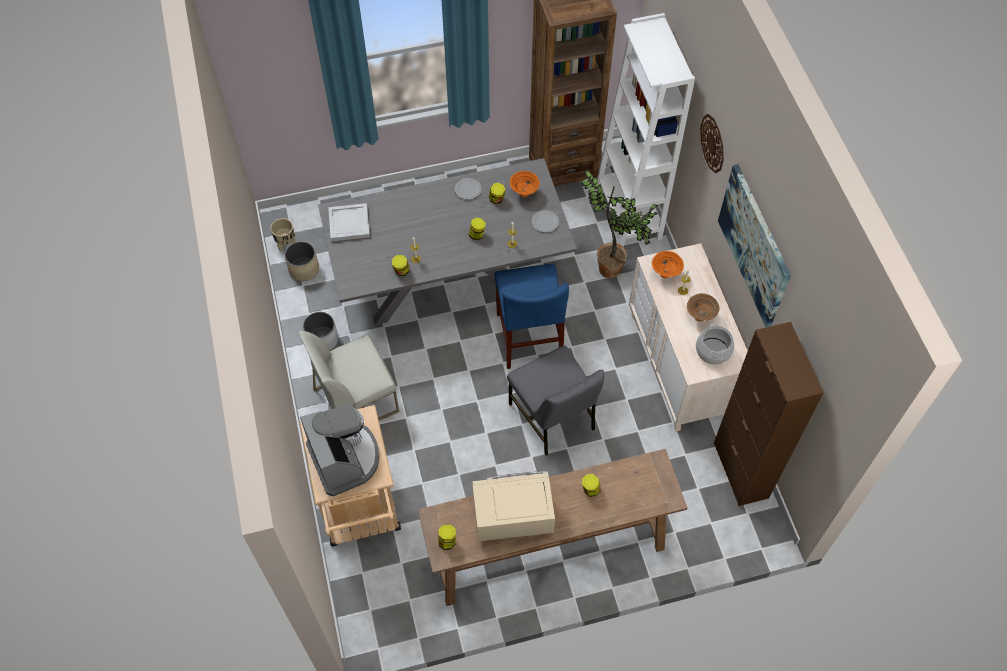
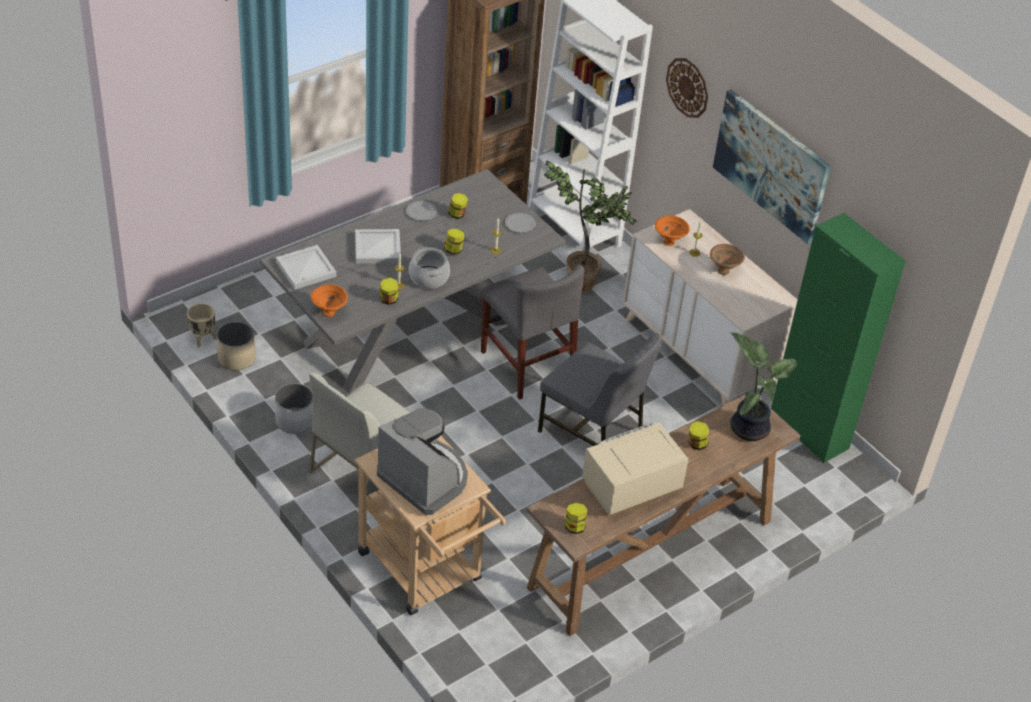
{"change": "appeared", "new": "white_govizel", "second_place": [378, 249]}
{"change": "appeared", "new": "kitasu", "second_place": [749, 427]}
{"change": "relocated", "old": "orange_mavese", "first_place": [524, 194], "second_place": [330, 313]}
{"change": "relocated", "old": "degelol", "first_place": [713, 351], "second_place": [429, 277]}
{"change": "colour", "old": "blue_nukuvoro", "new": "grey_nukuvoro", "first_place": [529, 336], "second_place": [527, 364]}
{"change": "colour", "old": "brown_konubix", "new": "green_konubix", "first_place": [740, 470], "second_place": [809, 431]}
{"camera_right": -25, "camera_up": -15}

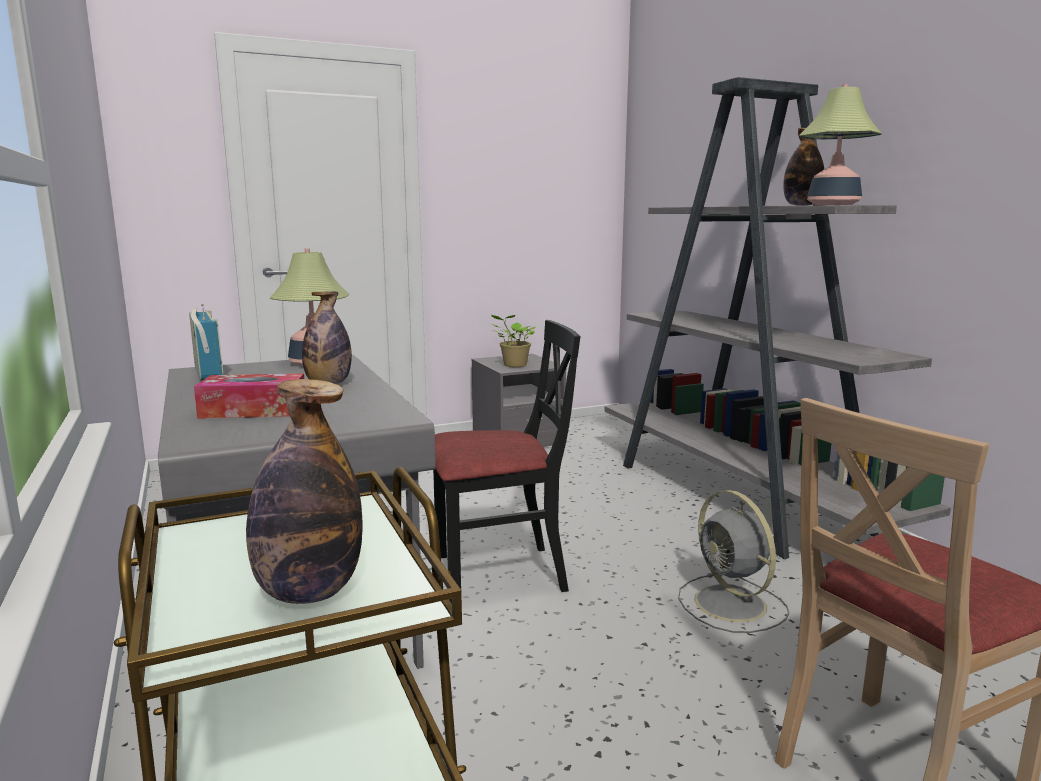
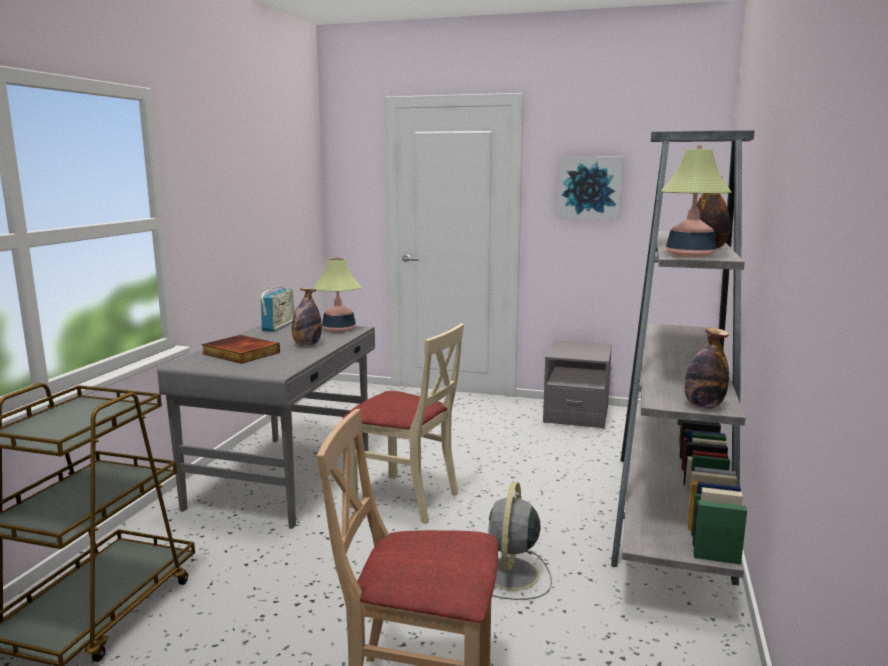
{"change": "missing", "old": "kitasu", "first_place": [513, 365]}
{"change": "appeared", "new": "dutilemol", "second_place": [590, 188]}
{"change": "relocated", "old": "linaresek", "first_place": [308, 592], "second_place": [703, 406]}
{"change": "exchanged", "old": "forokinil", "new": "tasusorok", "first_place": [253, 410], "second_place": [239, 353]}
{"change": "colour", "old": "black_nukuvoro", "new": "beige_nukuvoro", "first_place": [499, 574], "second_place": [405, 499]}
{"camera_right": 40, "camera_up": 0}

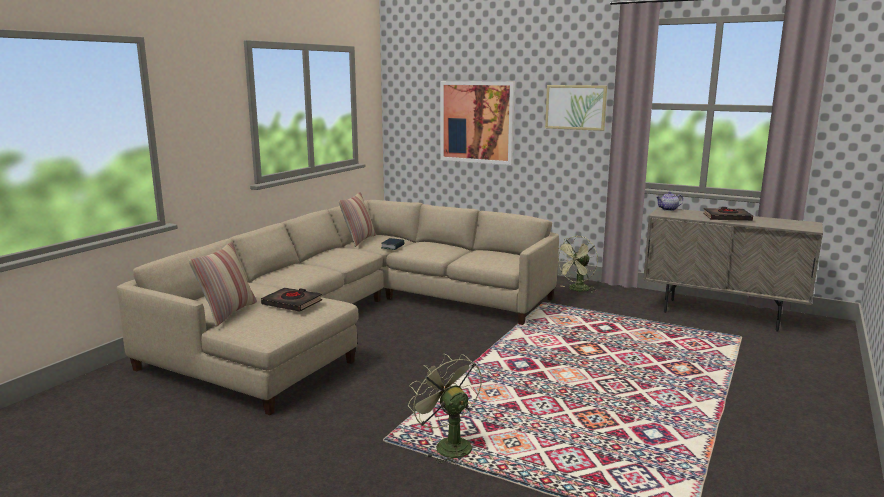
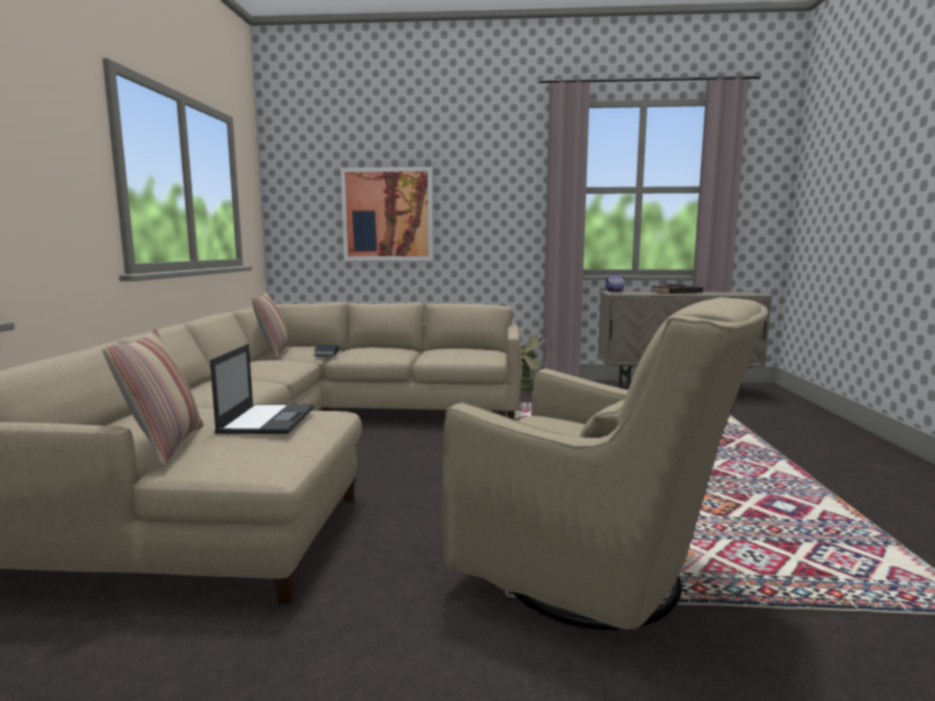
{"change": "missing", "old": "dutilemol", "first_place": [575, 107]}
{"change": "exchanged", "old": "black_tasusorok", "new": "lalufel", "first_place": [292, 303], "second_place": [267, 419]}
{"change": "exchanged", "old": "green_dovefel", "new": "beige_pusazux", "first_place": [447, 445], "second_place": [598, 578]}
{"camera_right": -25, "camera_up": -5}

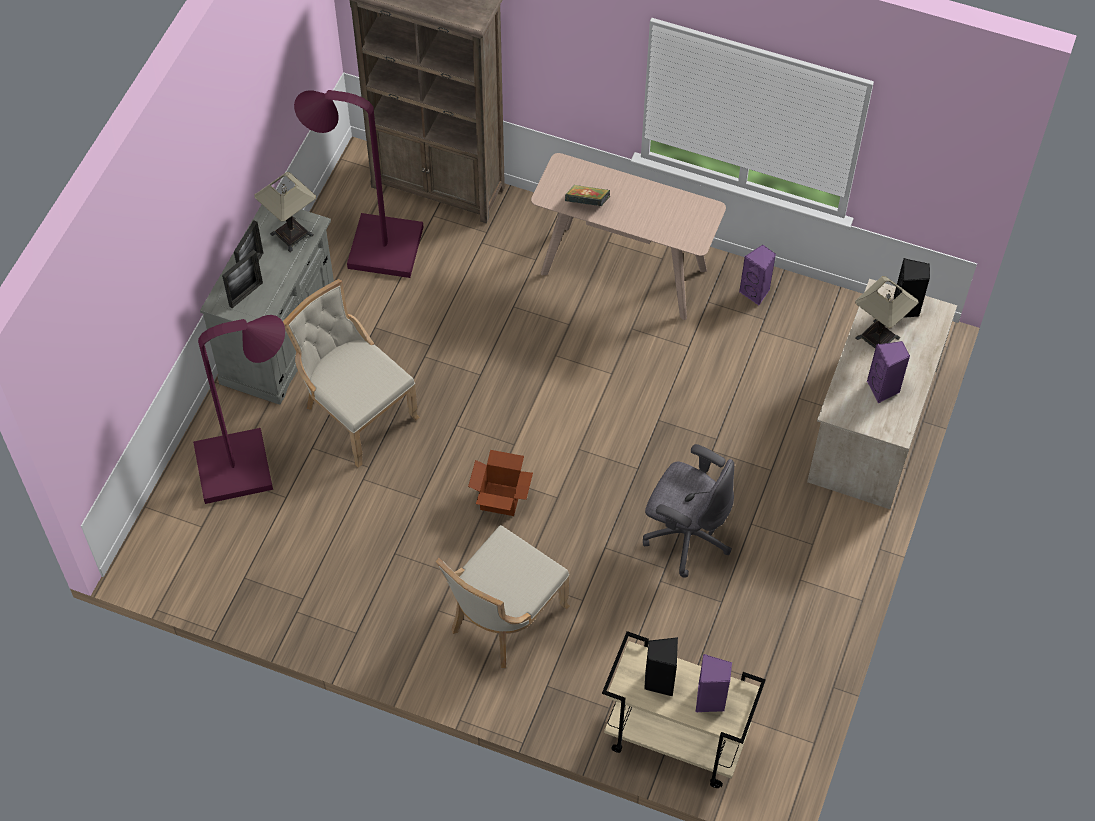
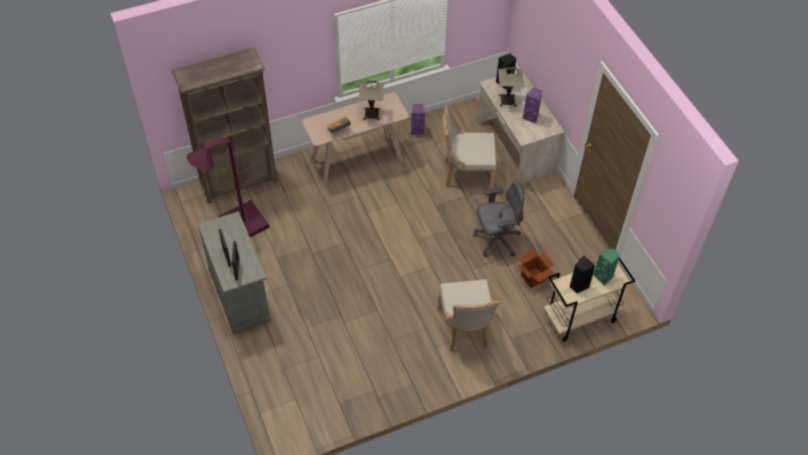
{"change": "missing", "old": "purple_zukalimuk", "first_place": [247, 465]}
{"change": "relocated", "old": "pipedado", "first_place": [291, 234], "second_place": [371, 114]}
{"change": "relocated", "old": "beige_nukuvoro", "first_place": [356, 412], "second_place": [466, 174]}
{"change": "relocated", "old": "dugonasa", "first_place": [500, 499], "second_place": [533, 277]}
{"change": "colour", "old": "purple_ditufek", "new": "green_ditufek", "first_place": [710, 700], "second_place": [604, 277]}
{"camera_right": -45, "camera_up": -5}

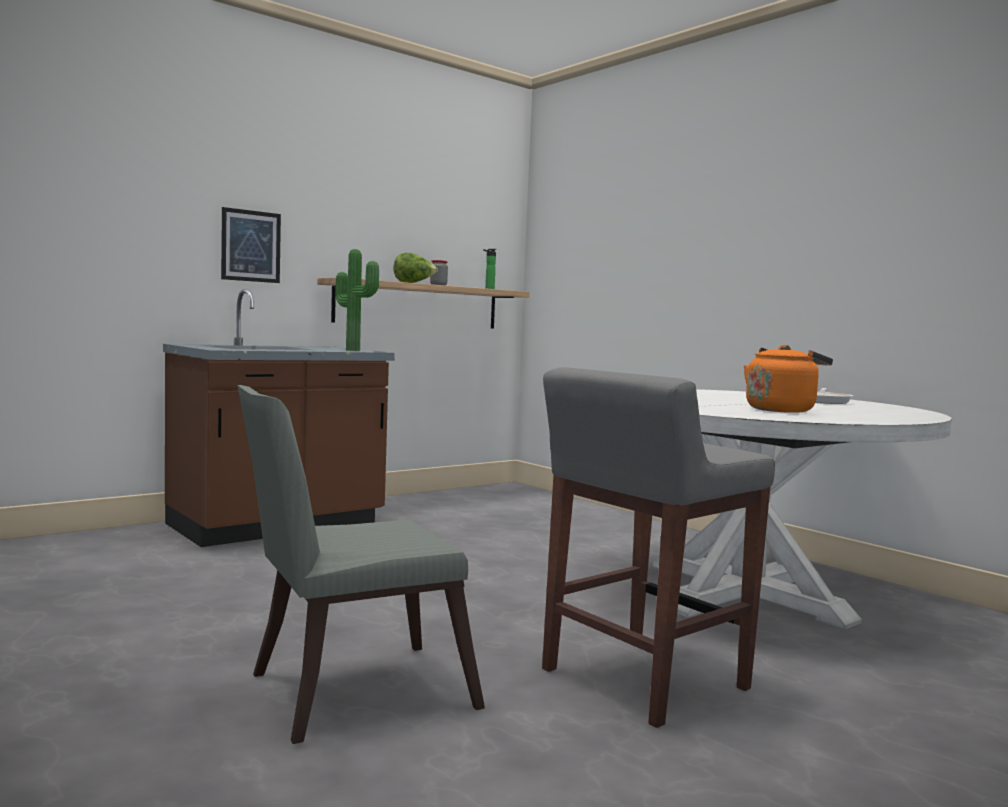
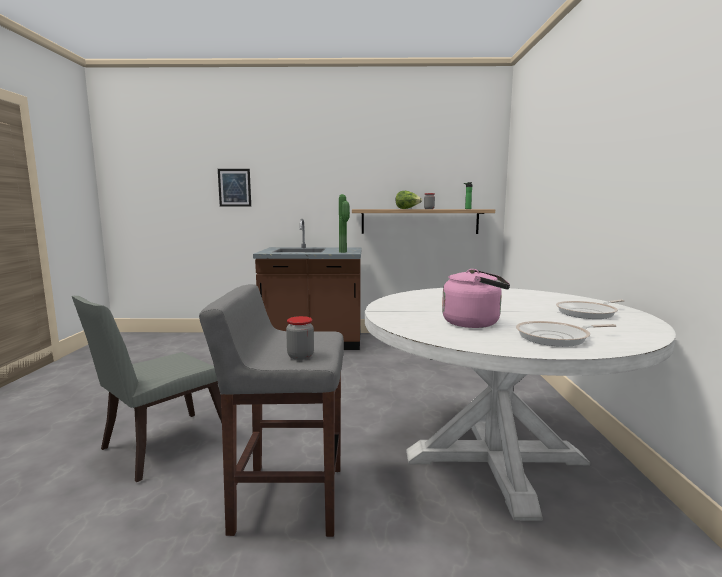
{"change": "appeared", "new": "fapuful", "second_place": [300, 356]}
{"change": "appeared", "new": "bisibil", "second_place": [556, 338]}
{"change": "relocated", "old": "dutilemol", "first_place": [251, 246], "second_place": [234, 187]}
{"change": "colour", "old": "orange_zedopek", "new": "pink_zedopek", "first_place": [782, 410], "second_place": [474, 323]}
{"change": "spun", "old": "grey_nukuvoro", "first_place": [347, 692], "second_place": [159, 447], "degrees": -60}
{"camera_right": 40, "camera_up": 5}

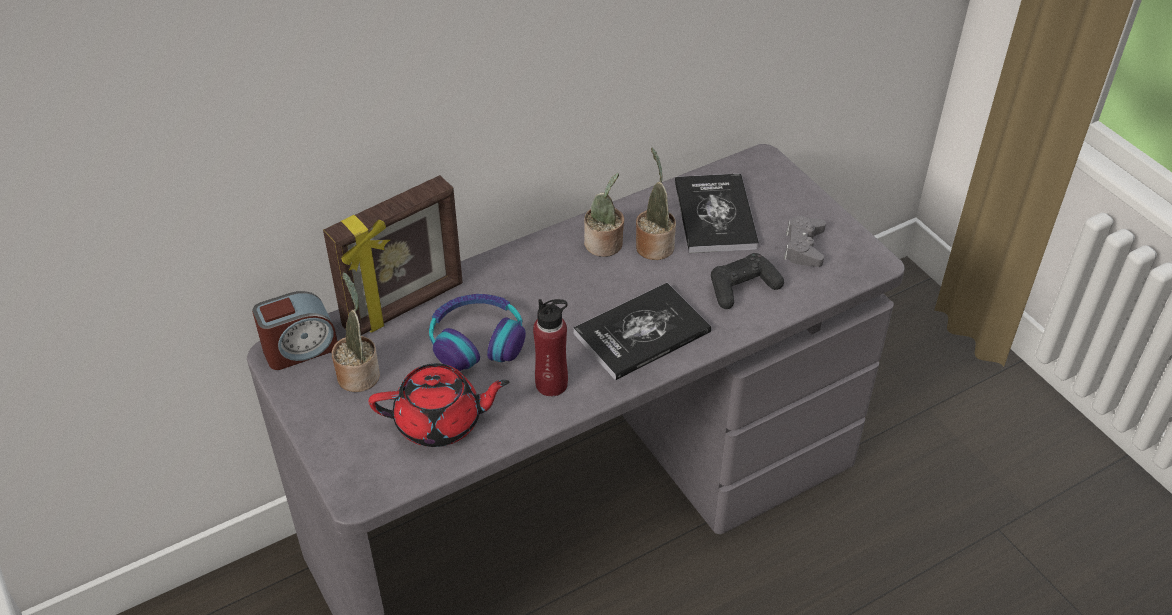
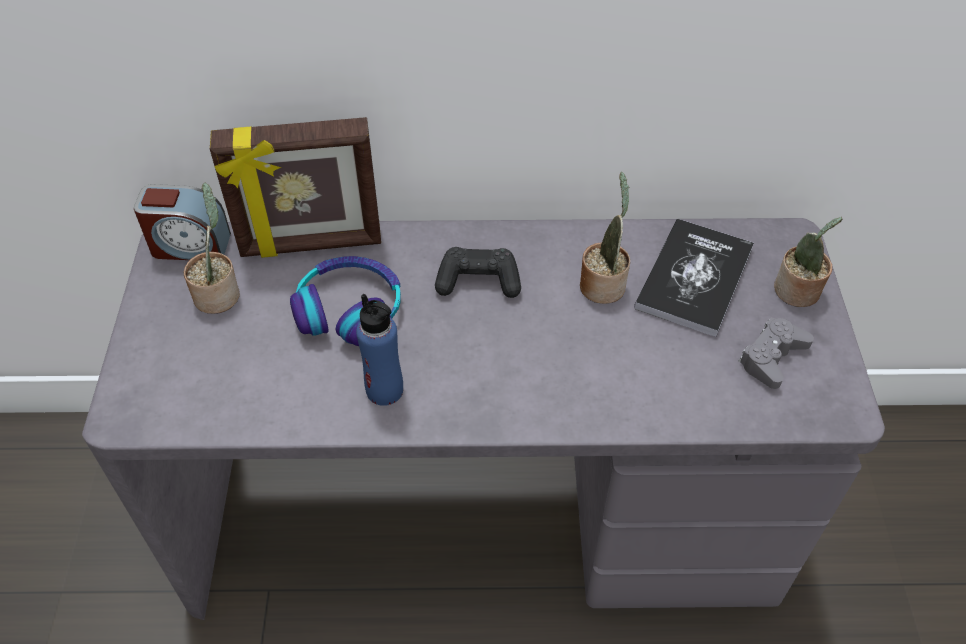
{"change": "missing", "old": "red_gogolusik", "first_place": [440, 422]}
{"change": "missing", "old": "tasusorok", "first_place": [642, 333]}
{"change": "relocated", "old": "kitasu", "first_place": [604, 245], "second_place": [797, 292]}
{"change": "relocated", "old": "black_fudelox", "first_place": [742, 288], "second_place": [478, 281]}
{"change": "colour", "old": "red_linaresek", "new": "blue_linaresek", "first_place": [551, 384], "second_place": [385, 390]}
{"camera_right": 30, "camera_up": 5}

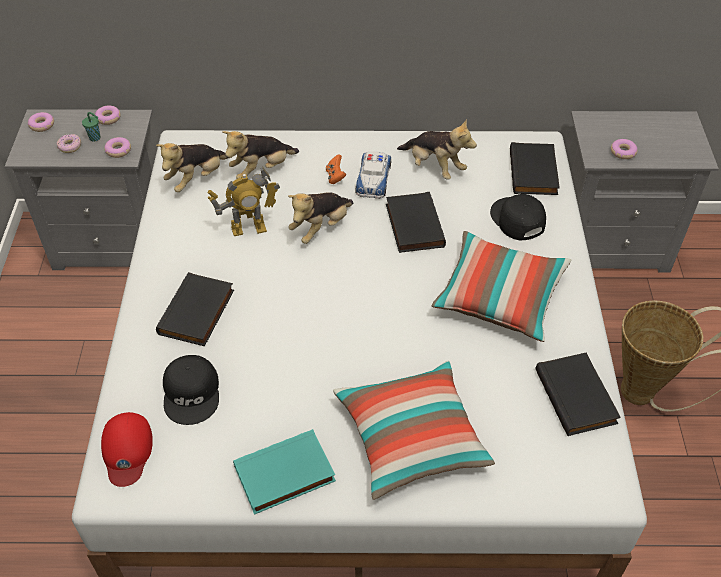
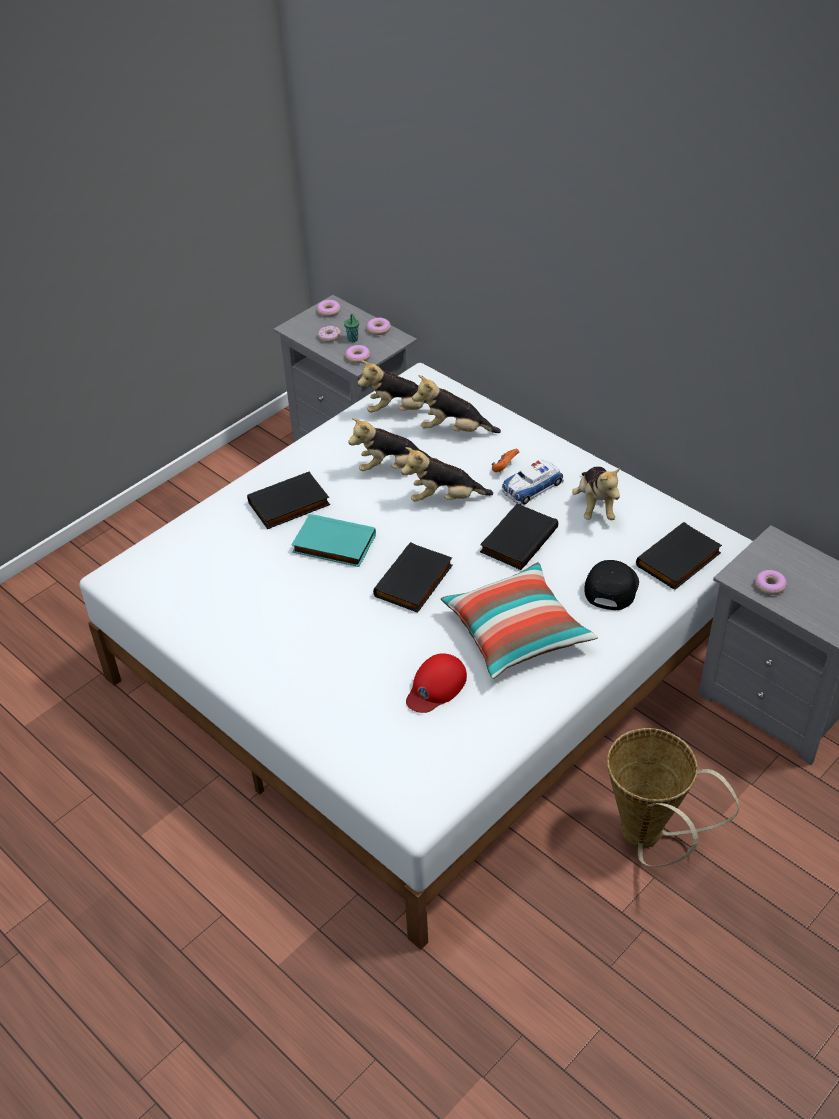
{"change": "missing", "old": "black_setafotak", "first_place": [192, 393]}
{"change": "missing", "old": "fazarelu", "first_place": [411, 438]}
{"change": "relocated", "old": "red_setafotak", "first_place": [127, 450], "second_place": [436, 686]}
{"change": "relocated", "old": "turquoise_tasusorok", "first_place": [284, 476], "second_place": [333, 545]}
{"change": "relocated", "old": "black_tasusorok", "first_place": [577, 396], "second_place": [415, 582]}
{"change": "exchanged", "old": "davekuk", "new": "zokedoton", "first_place": [249, 228], "second_place": [392, 468]}
{"camera_right": 45, "camera_up": -5}

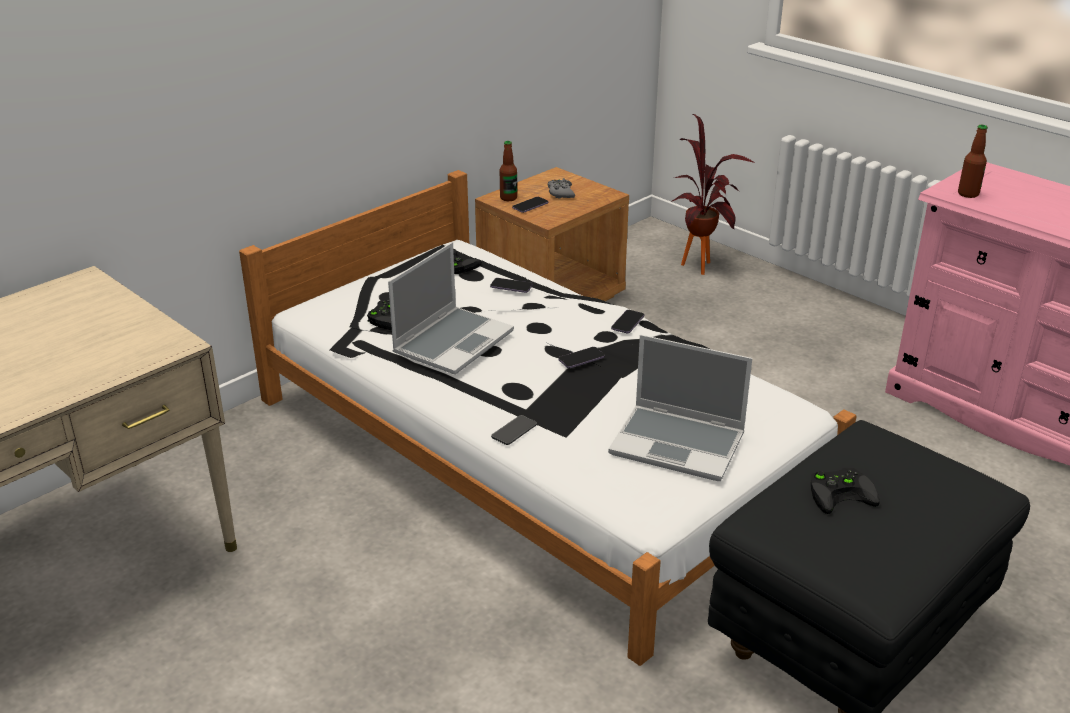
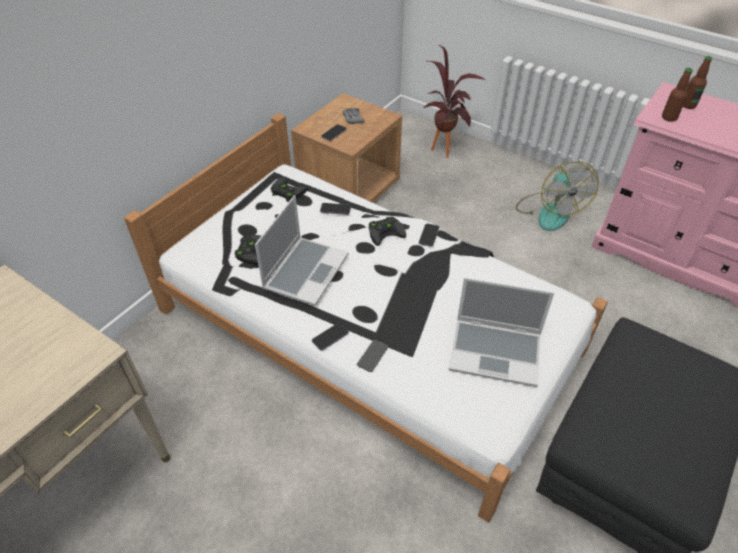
{"change": "appeared", "new": "dovefel", "second_place": [549, 211]}
{"change": "relocated", "old": "linaresek", "first_place": [508, 198], "second_place": [688, 105]}
{"change": "relocated", "old": "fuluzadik", "first_place": [581, 359], "second_place": [330, 337]}
{"change": "relocated", "old": "black_fudelox", "first_place": [841, 492], "second_place": [386, 231]}
{"camera_right": -10, "camera_up": 15}

